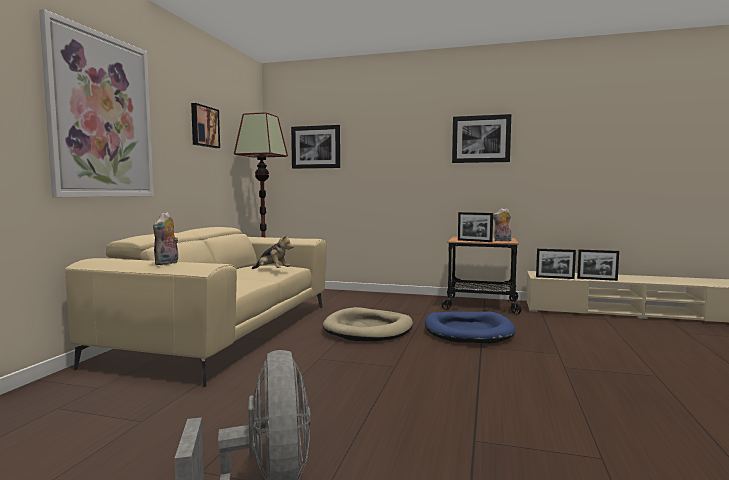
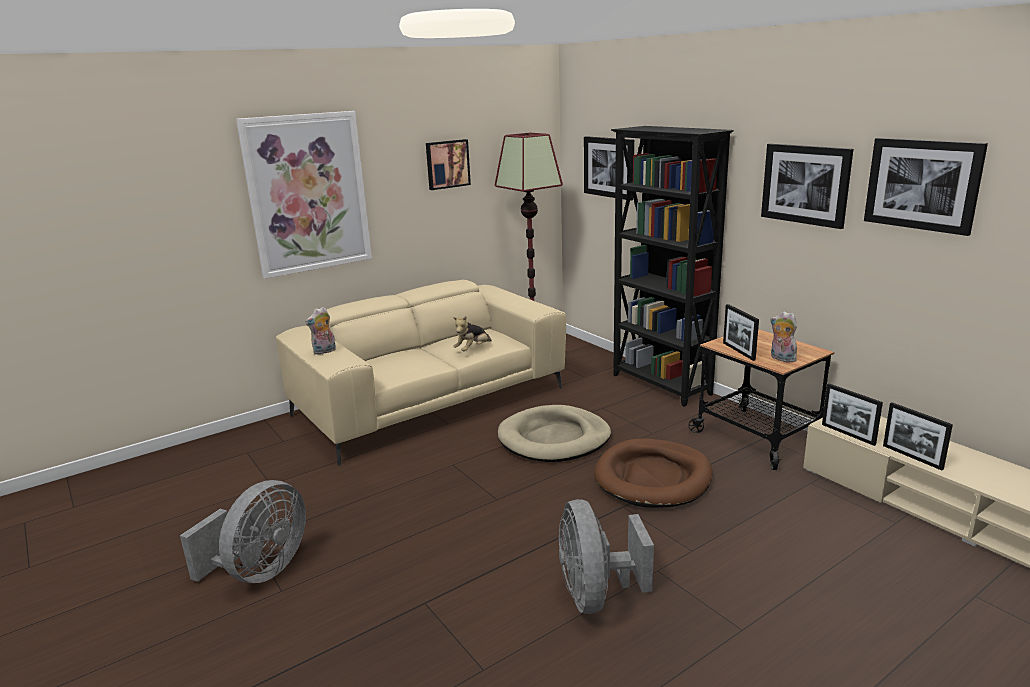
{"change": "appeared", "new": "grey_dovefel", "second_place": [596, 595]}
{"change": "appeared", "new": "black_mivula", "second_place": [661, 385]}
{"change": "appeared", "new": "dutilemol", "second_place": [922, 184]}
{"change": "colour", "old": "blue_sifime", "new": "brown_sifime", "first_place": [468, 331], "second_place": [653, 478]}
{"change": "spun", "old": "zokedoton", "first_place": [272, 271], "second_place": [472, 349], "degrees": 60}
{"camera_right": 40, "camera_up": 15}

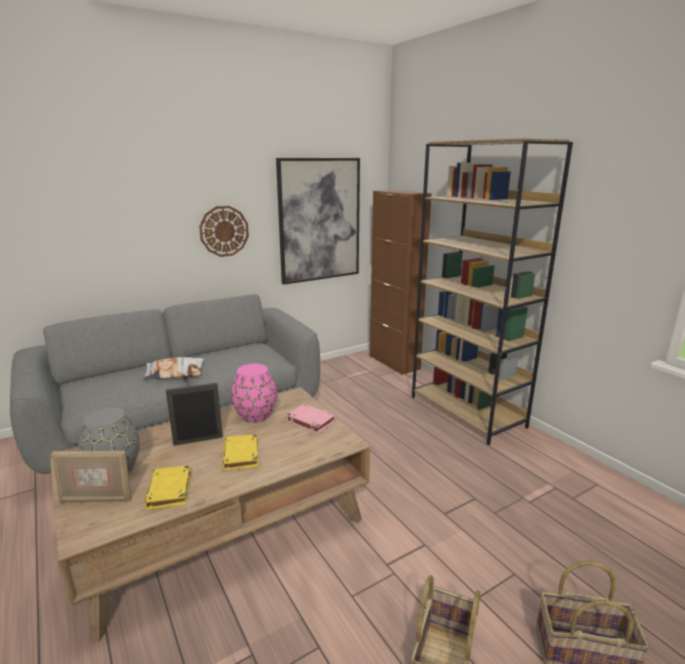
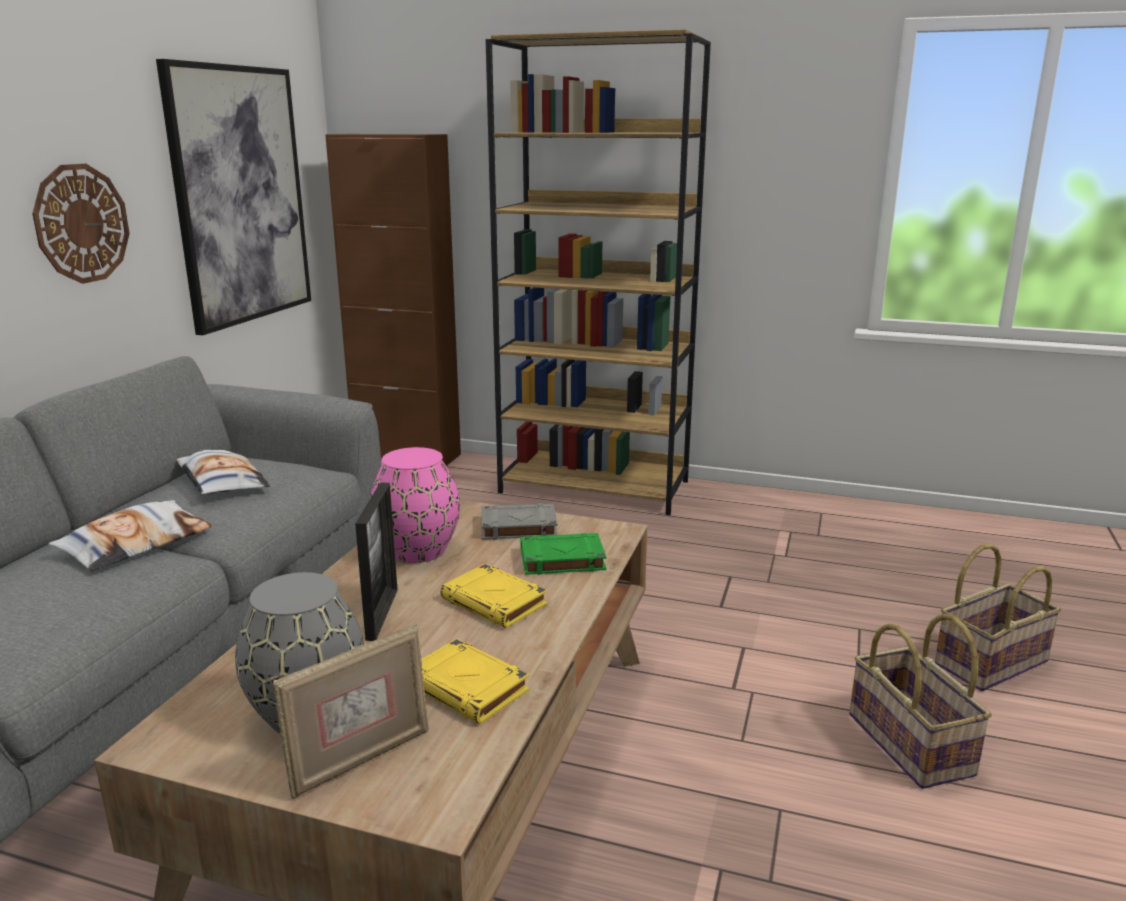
{"change": "appeared", "new": "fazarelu", "second_place": [221, 482]}
{"change": "appeared", "new": "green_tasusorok", "second_place": [561, 560]}
{"change": "colour", "old": "pink_tasusorok", "new": "grey_tasusorok", "first_place": [310, 421], "second_place": [517, 527]}
{"change": "spun", "old": "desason", "first_place": [198, 440], "second_place": [382, 614], "degrees": 150}
{"camera_right": -40, "camera_up": 0}

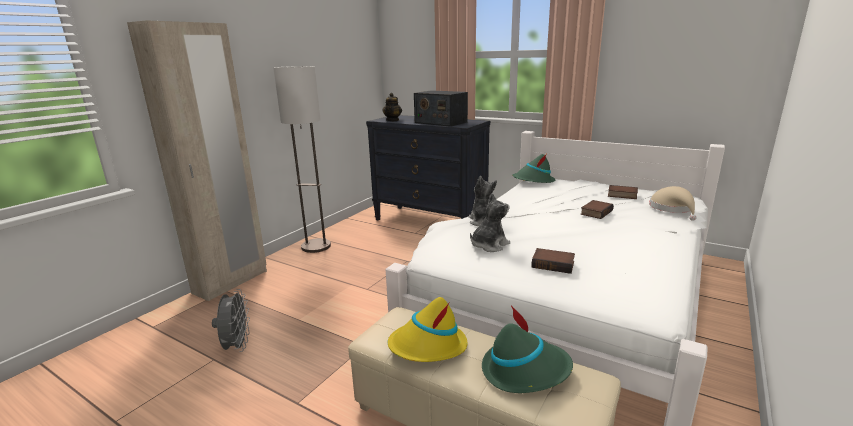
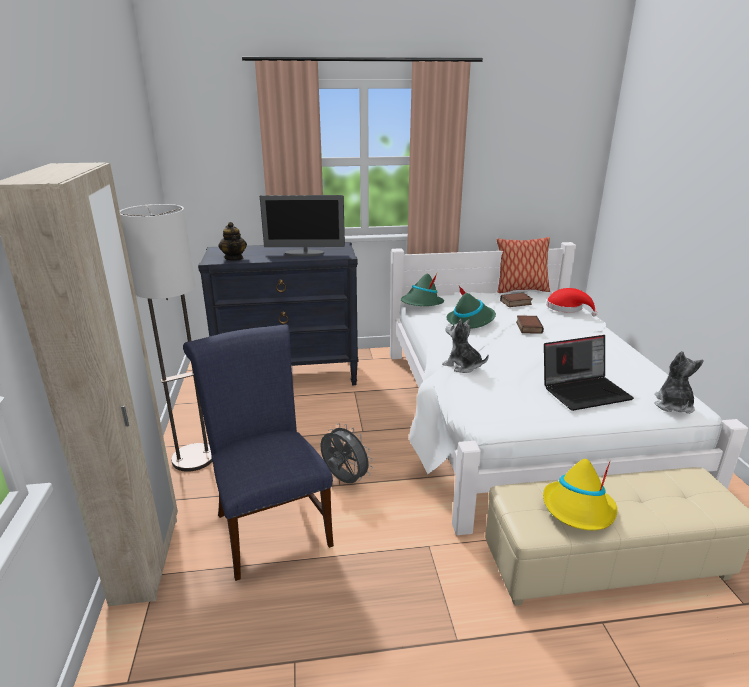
{"change": "appeared", "new": "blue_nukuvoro", "second_place": [269, 525]}
{"change": "appeared", "new": "fazarelu", "second_place": [520, 290]}
{"change": "relocated", "old": "grey_dovefel", "first_place": [237, 346], "second_place": [344, 480]}
{"change": "relocated", "old": "zokedoton", "first_place": [489, 245], "second_place": [673, 405]}
{"change": "relocated", "old": "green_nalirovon", "first_place": [525, 370], "second_place": [470, 320]}
{"change": "exchanged", "old": "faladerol", "new": "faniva", "first_place": [440, 122], "second_place": [304, 253]}
{"change": "exchanged", "old": "tasusorok", "new": "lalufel", "first_place": [553, 264], "second_place": [585, 391]}
{"change": "colour", "old": "beige_nalirovon", "new": "red_nalirovon", "first_place": [672, 209], "second_place": [567, 308]}
{"camera_right": -40, "camera_up": 5}

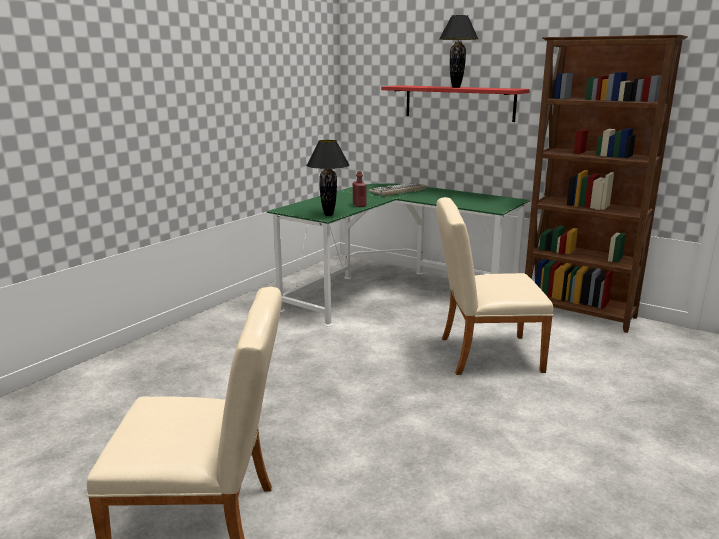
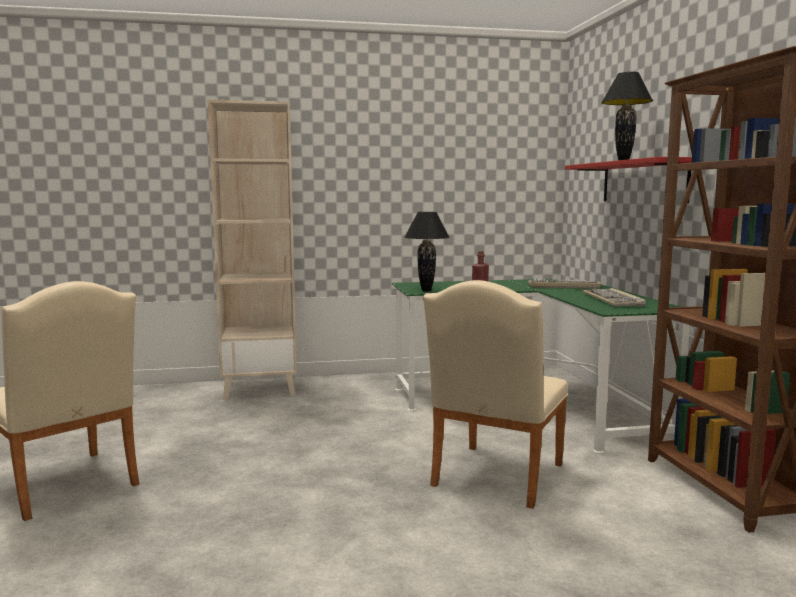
{"change": "appeared", "new": "beige_mivula", "second_place": [261, 388]}
{"change": "appeared", "new": "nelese", "second_place": [613, 300]}
{"change": "spun", "old": "beige_nukuvoro", "first_place": [482, 354], "second_place": [494, 478], "degrees": -105}
{"camera_right": 45, "camera_up": -10}

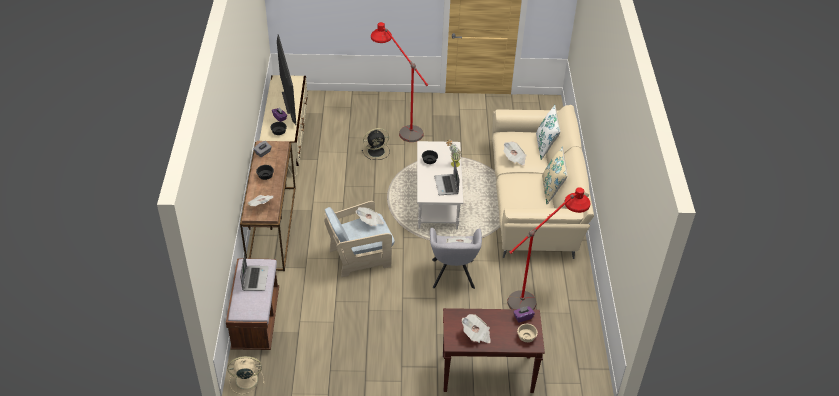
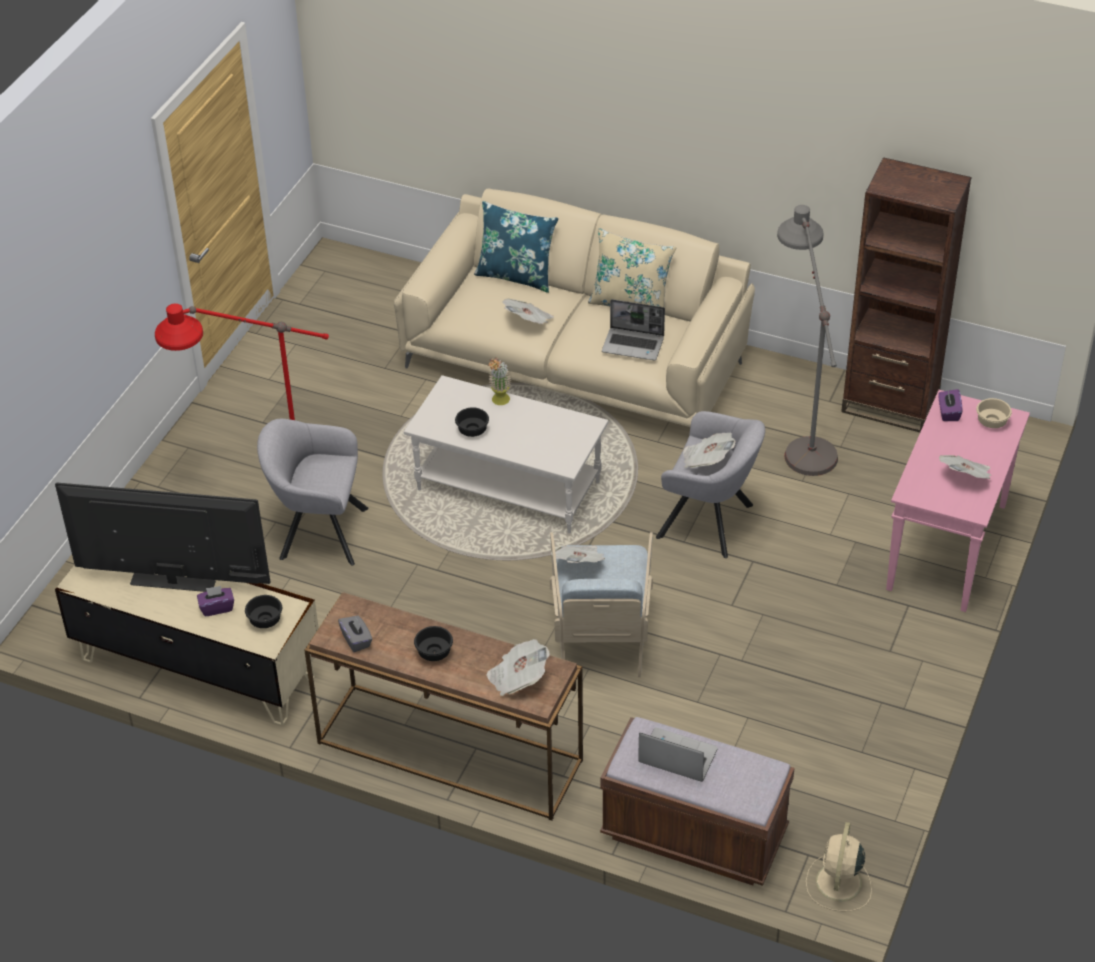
{"change": "appeared", "new": "brown_mivula", "second_place": [890, 404]}
{"change": "relocated", "old": "lalufel", "first_place": [447, 185], "second_place": [634, 345]}
{"change": "exchanged", "old": "black_dovefel", "new": "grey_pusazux", "first_place": [377, 151], "second_place": [318, 532]}
{"change": "colour", "old": "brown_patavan", "new": "pink_patavan", "first_place": [486, 374], "second_place": [947, 548]}
{"change": "colour", "old": "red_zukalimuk", "new": "grey_zukalimuk", "first_place": [538, 294], "second_place": [801, 431]}
{"change": "colour", "old": "white_fazarelu", "new": "blue_fazarelu", "first_place": [545, 146], "second_place": [516, 275]}
{"camera_right": -65, "camera_up": 0}

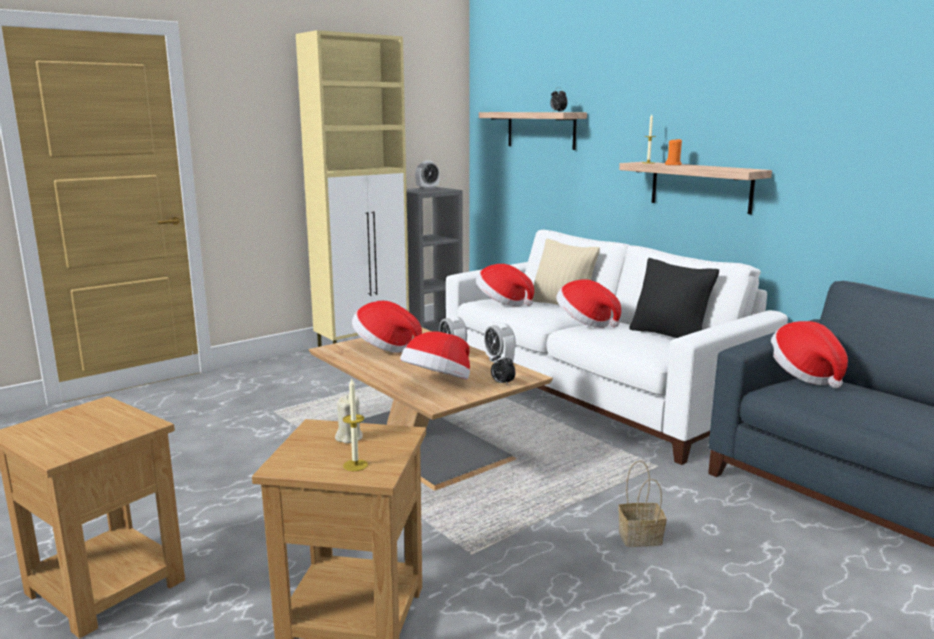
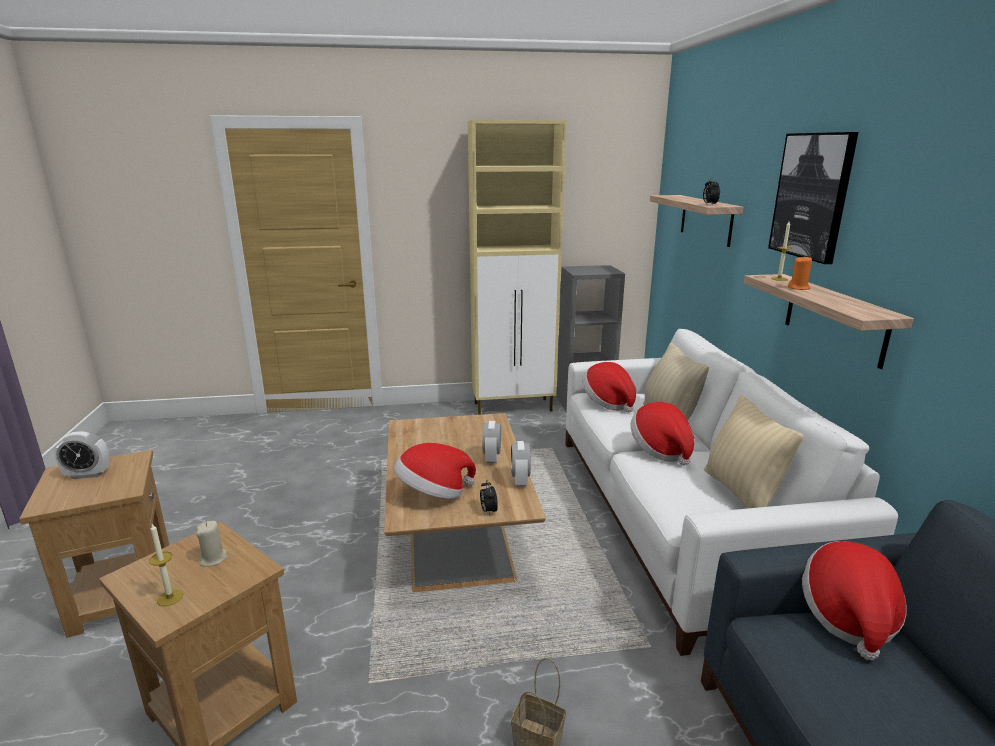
{"change": "missing", "old": "nalirovon", "first_place": [385, 347]}
{"change": "appeared", "new": "dutilemol", "second_place": [812, 196]}
{"change": "relocated", "old": "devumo", "first_place": [427, 188], "second_place": [88, 474]}
{"change": "colour", "old": "black_fazarelu", "new": "beige_fazarelu", "first_place": [669, 336], "second_place": [741, 493]}
{"camera_right": 30, "camera_up": 5}

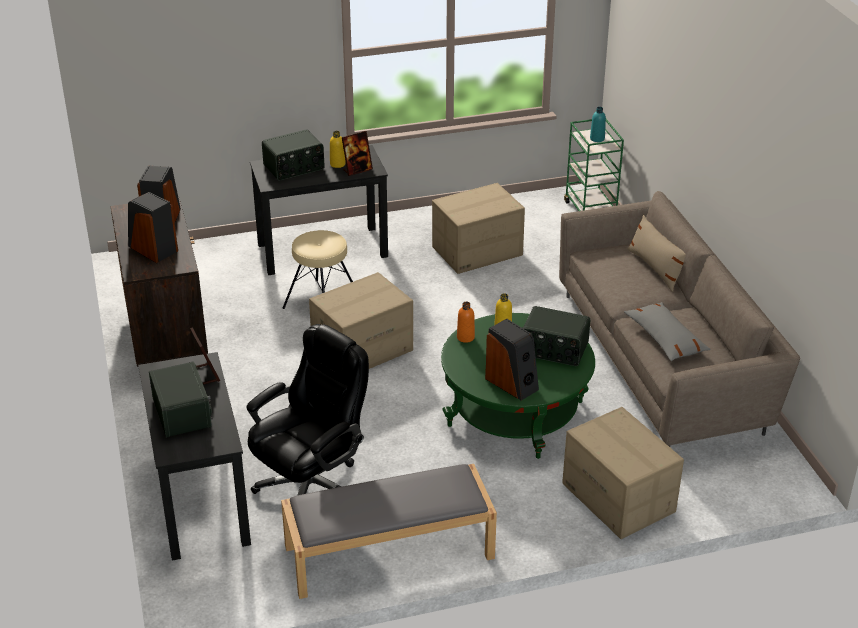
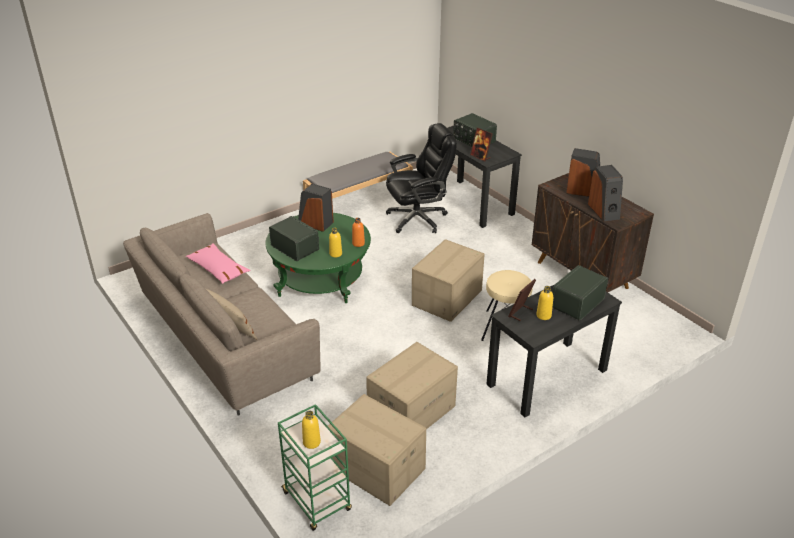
{"change": "relocated", "old": "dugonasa", "first_place": [619, 497], "second_place": [376, 469]}
{"change": "colour", "old": "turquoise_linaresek", "new": "yellow_linaresek", "first_place": [597, 139], "second_place": [311, 442]}
{"change": "colour", "old": "grey_fazarelu", "new": "pink_fazarelu", "first_place": [665, 339], "second_place": [218, 269]}
{"change": "spun", "old": "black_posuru", "first_place": [311, 486], "second_place": [418, 219], "degrees": -135}
{"change": "spun", "old": "faladerol", "first_place": [554, 350], "second_place": [295, 247], "degrees": 45}
{"camera_right": 160, "camera_up": 0}

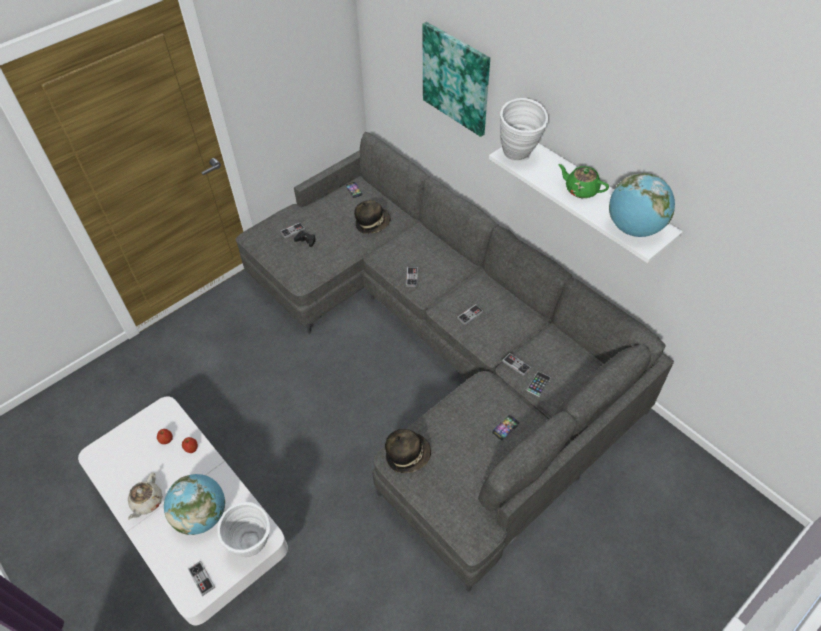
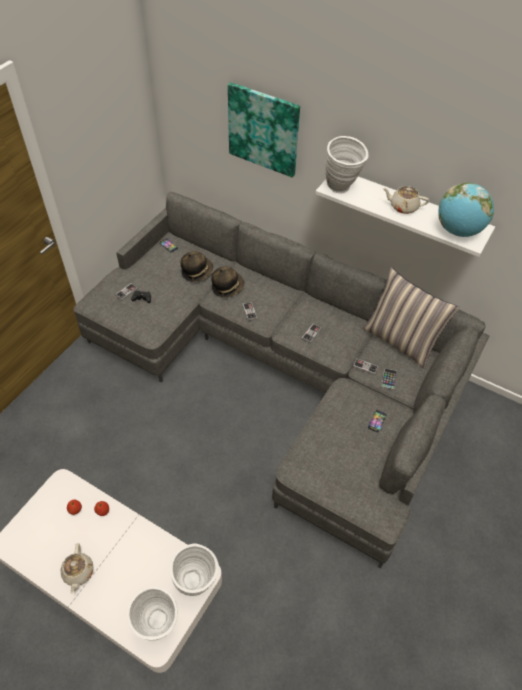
{"change": "missing", "old": "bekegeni", "first_place": [202, 515]}
{"change": "appeared", "new": "fazarelu", "second_place": [400, 341]}
{"change": "relocated", "old": "nalirovon", "first_place": [407, 455], "second_place": [227, 287]}
{"change": "exchanged", "old": "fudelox", "new": "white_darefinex", "first_place": [201, 578], "second_place": [159, 627]}
{"change": "colour", "old": "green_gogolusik", "new": "beige_gogolusik", "first_place": [580, 190], "second_place": [403, 207]}
{"camera_right": -20, "camera_up": 0}

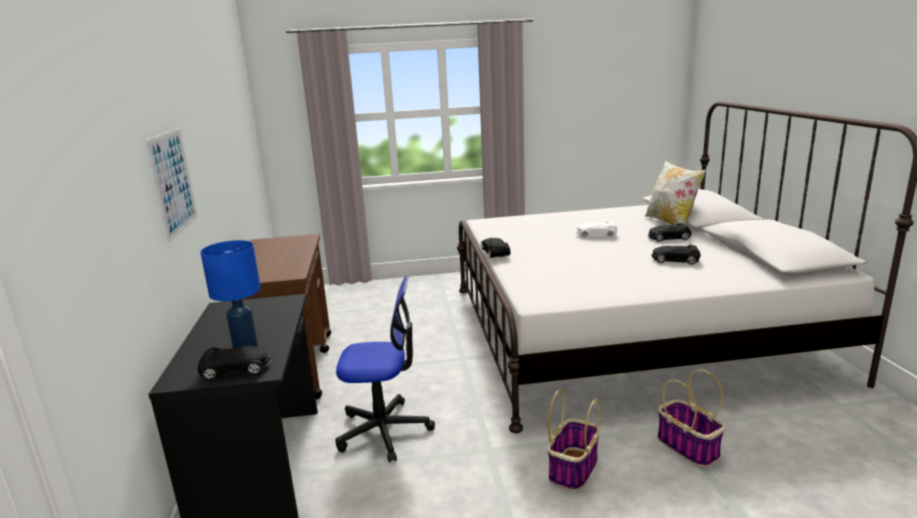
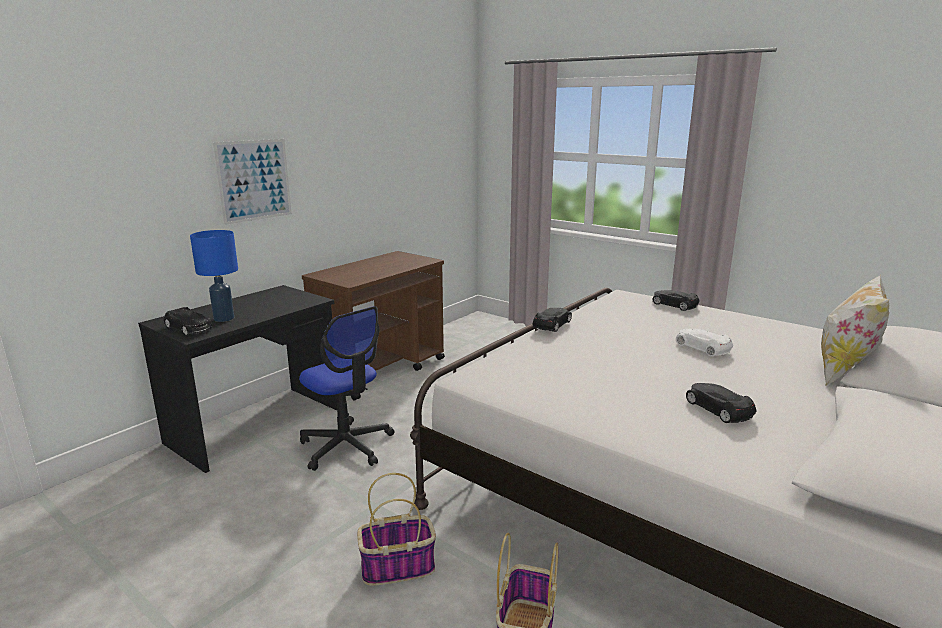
{"change": "relocated", "old": "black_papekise", "first_place": [668, 238], "second_place": [674, 305]}
{"camera_right": 45, "camera_up": 0}

